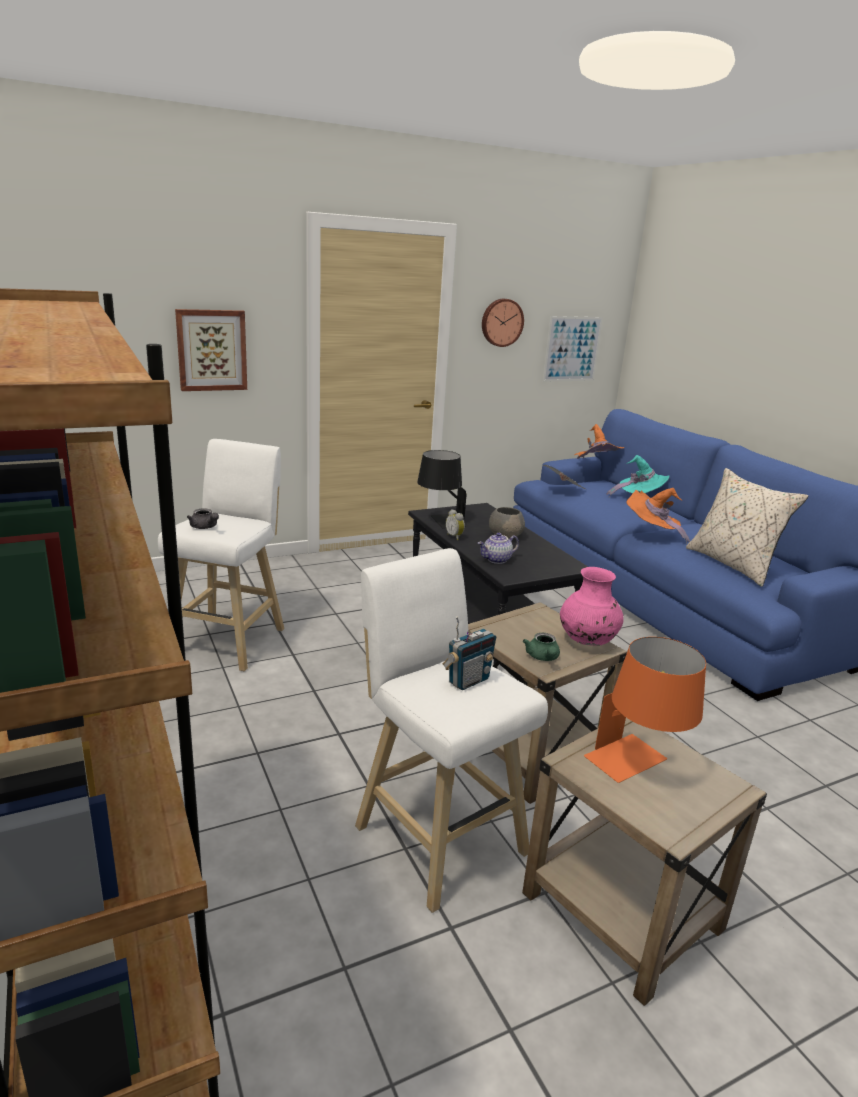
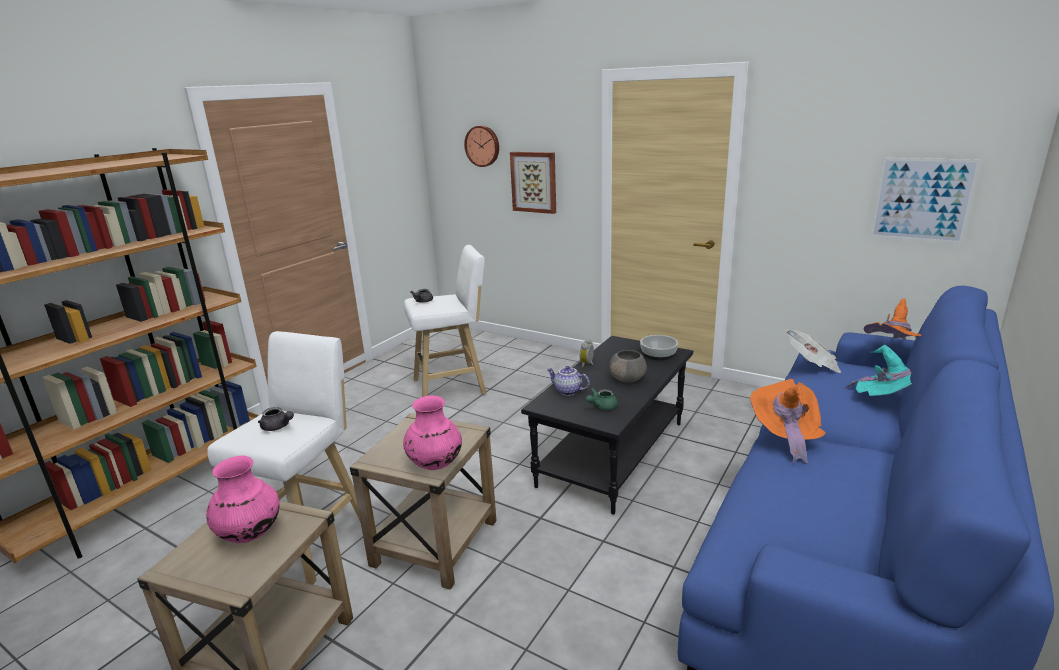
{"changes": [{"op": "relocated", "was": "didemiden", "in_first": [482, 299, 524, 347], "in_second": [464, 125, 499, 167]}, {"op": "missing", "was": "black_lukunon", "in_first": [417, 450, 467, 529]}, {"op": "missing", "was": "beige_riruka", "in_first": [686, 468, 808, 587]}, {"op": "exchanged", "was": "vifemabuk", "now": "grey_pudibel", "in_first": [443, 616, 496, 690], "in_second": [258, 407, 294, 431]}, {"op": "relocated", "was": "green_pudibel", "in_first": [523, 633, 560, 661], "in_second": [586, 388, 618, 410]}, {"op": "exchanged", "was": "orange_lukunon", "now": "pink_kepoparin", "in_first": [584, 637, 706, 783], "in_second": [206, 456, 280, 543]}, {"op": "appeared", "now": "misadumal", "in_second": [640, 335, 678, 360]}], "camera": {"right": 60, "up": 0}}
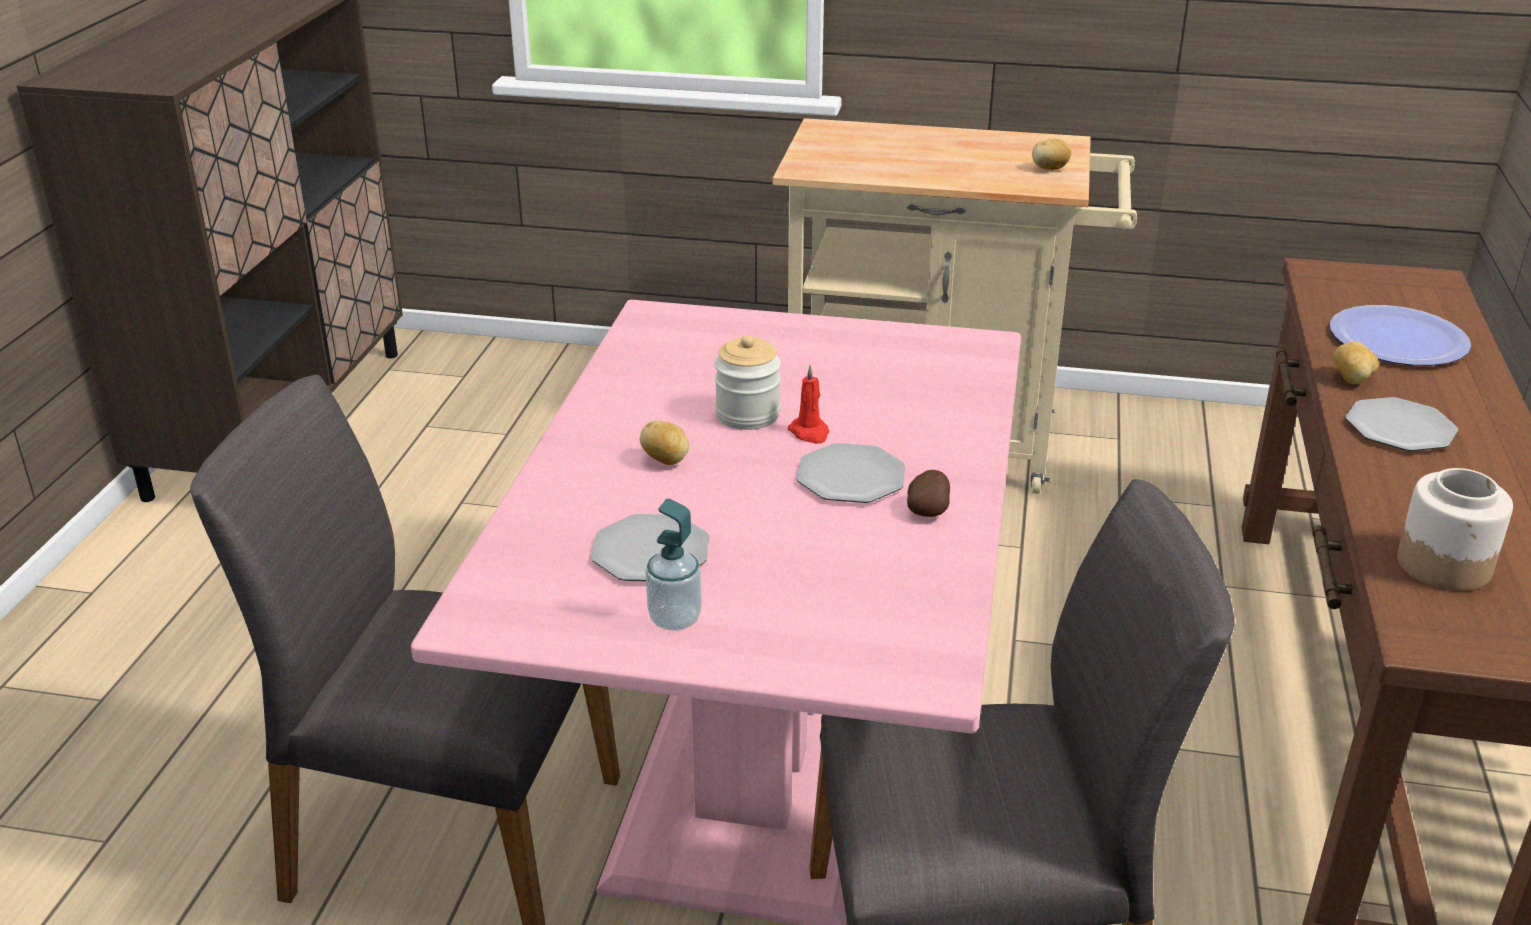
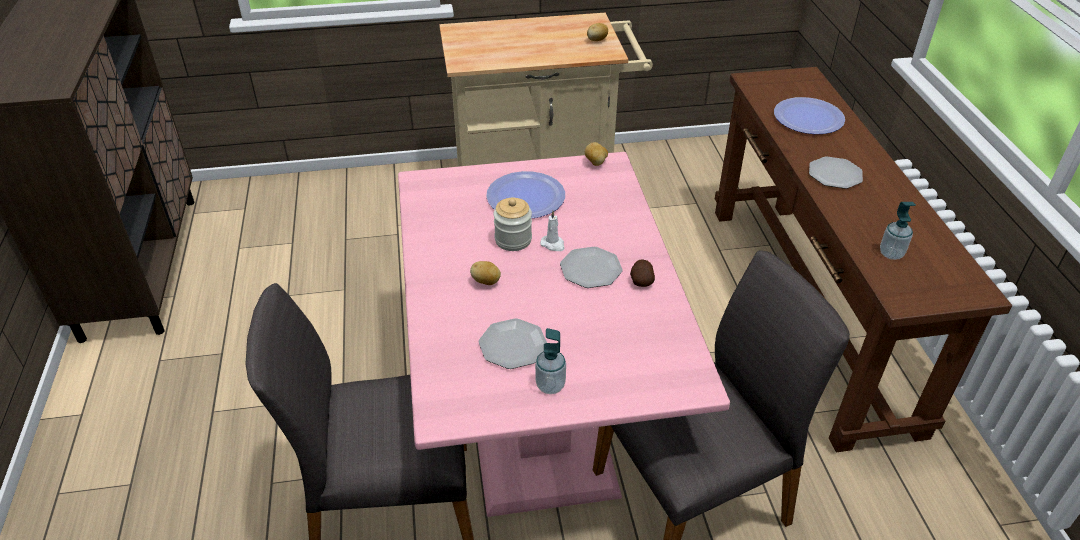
{"changes": [{"op": "relocated", "was": "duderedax", "in_first": [1333, 341, 1379, 384], "in_second": [585, 142, 608, 166]}, {"op": "colour", "was": "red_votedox", "now": "white_votedox", "in_first": [788, 365, 829, 444], "in_second": [540, 211, 564, 251]}, {"op": "exchanged", "was": "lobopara", "now": "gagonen", "in_first": [1397, 468, 1513, 591], "in_second": [880, 202, 916, 260]}, {"op": "appeared", "now": "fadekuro", "in_second": [486, 171, 565, 219]}], "camera": {"right": -20, "up": 10}}
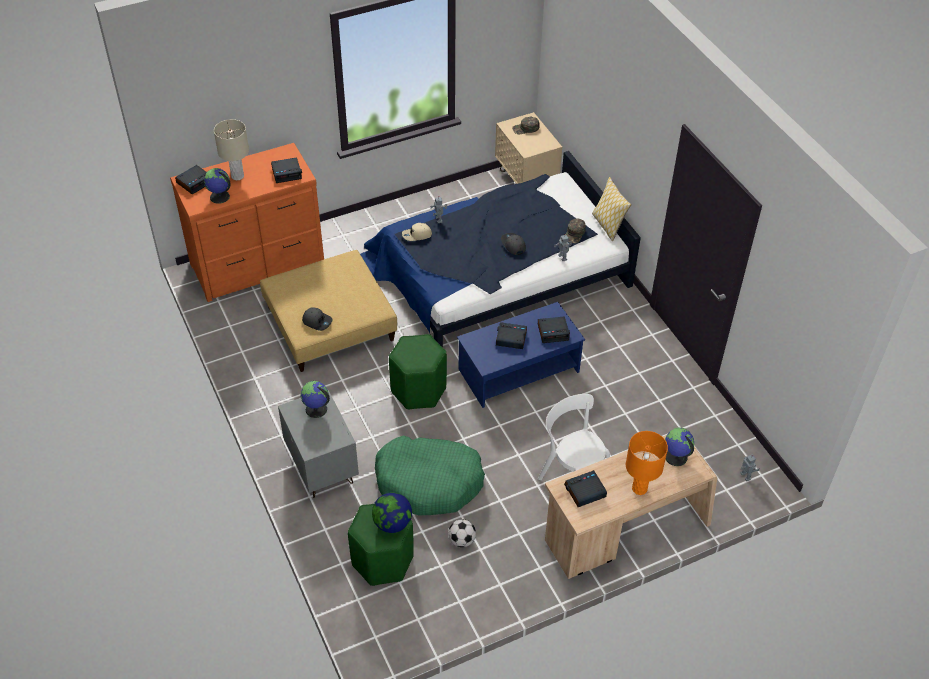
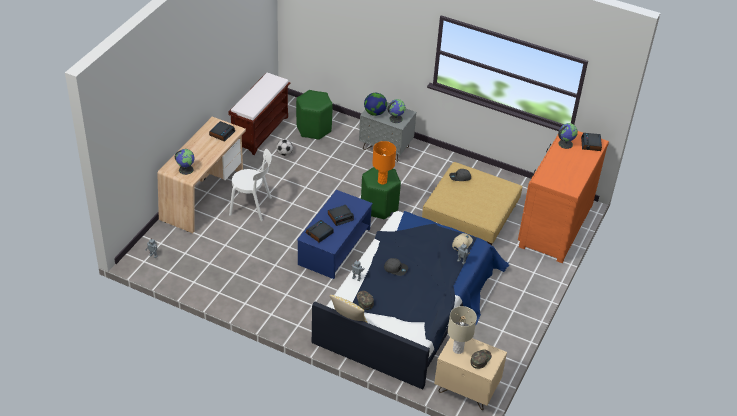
{"changes": [{"op": "relocated", "was": "beige_lukunon", "in_first": [214, 119, 249, 180], "in_second": [448, 306, 477, 354]}, {"op": "missing", "was": "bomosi", "in_first": [271, 157, 302, 183]}, {"op": "relocated", "was": "orange_lukunon", "in_first": [626, 431, 668, 495], "in_second": [372, 141, 396, 185]}, {"op": "missing", "was": "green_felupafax", "in_first": [375, 435, 485, 516]}, {"op": "relocated", "was": "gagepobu", "in_first": [372, 492, 412, 533], "in_second": [364, 93, 387, 116]}, {"op": "appeared", "now": "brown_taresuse", "in_second": [228, 73, 290, 155]}], "camera": {"right": 140, "up": -5}}
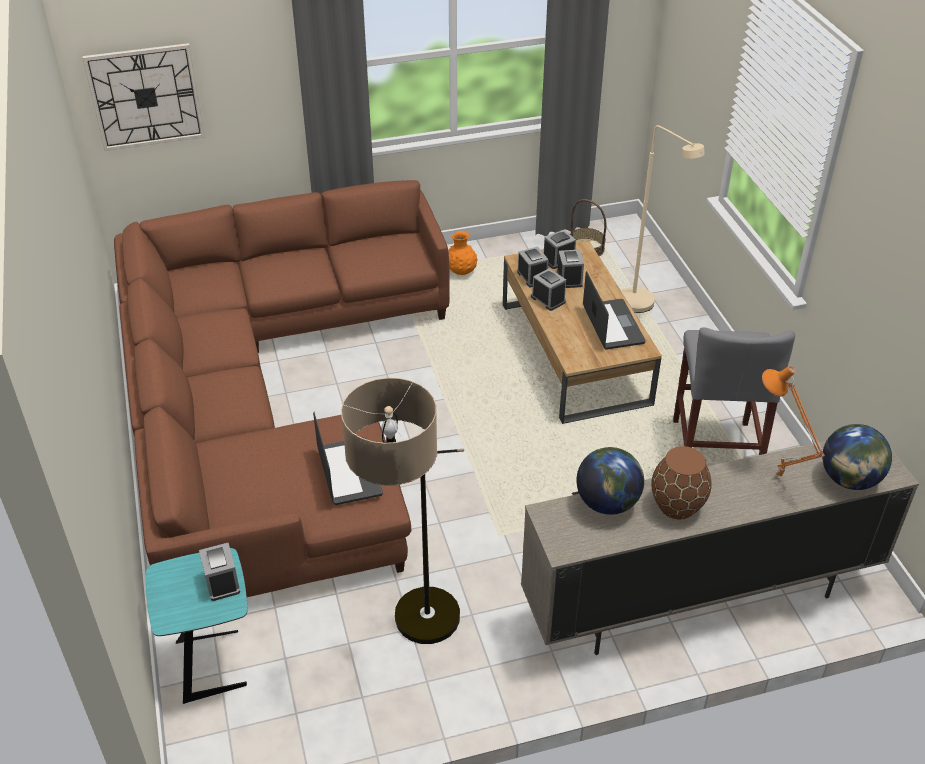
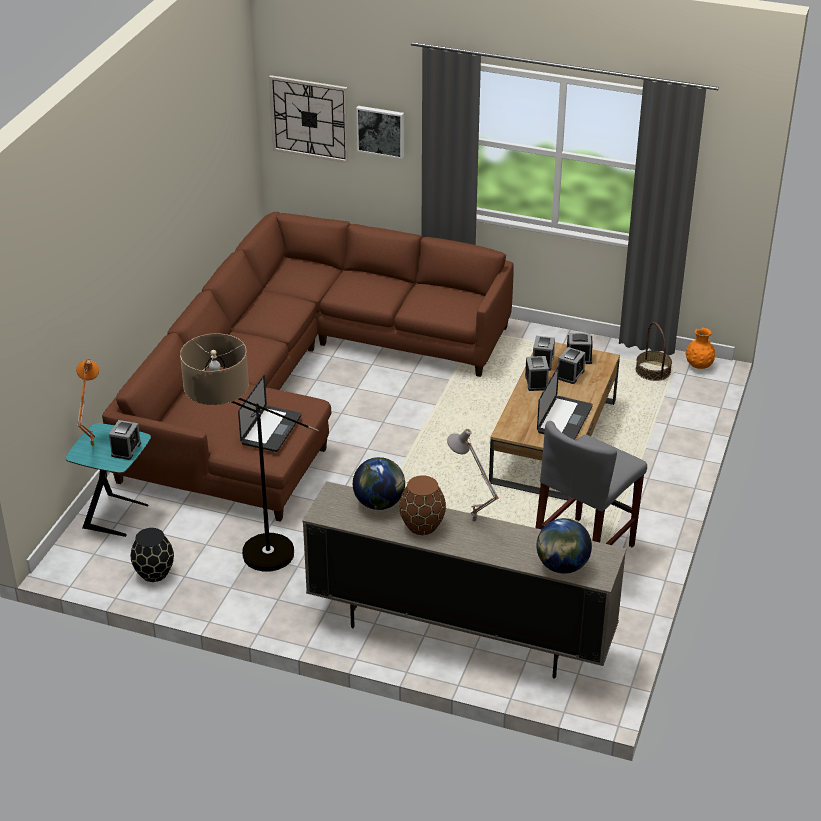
{"changes": [{"op": "missing", "was": "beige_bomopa", "in_first": [622, 125, 705, 313]}, {"op": "relocated", "was": "orange_kepoparin", "in_first": [448, 231, 478, 275], "in_second": [685, 328, 715, 369]}, {"op": "relocated", "was": "orange_lukunon", "in_first": [762, 366, 825, 479], "in_second": [76, 358, 99, 447]}, {"op": "appeared", "now": "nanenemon", "in_second": [356, 106, 404, 159]}, {"op": "appeared", "now": "grey_lukunon", "in_second": [447, 429, 499, 523]}, {"op": "appeared", "now": "black_kepoparin", "in_second": [131, 528, 174, 582]}], "camera": {"right": 35, "up": -5}}
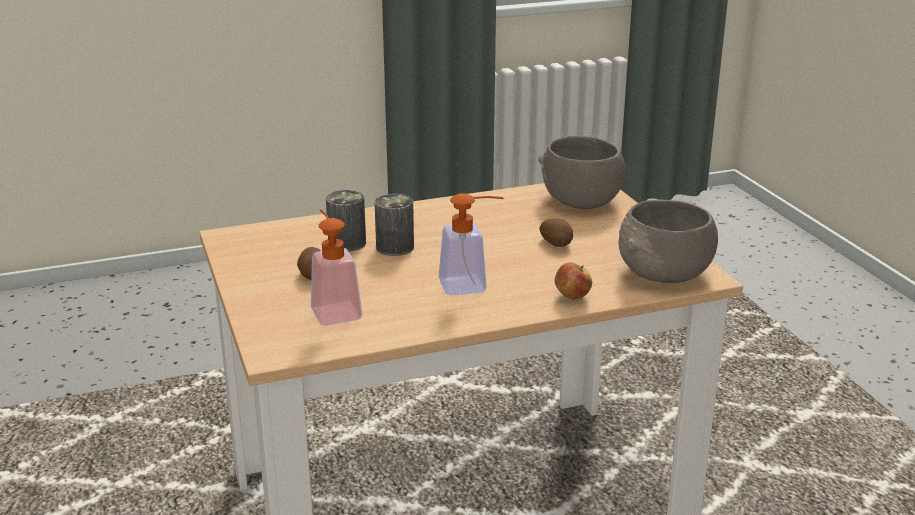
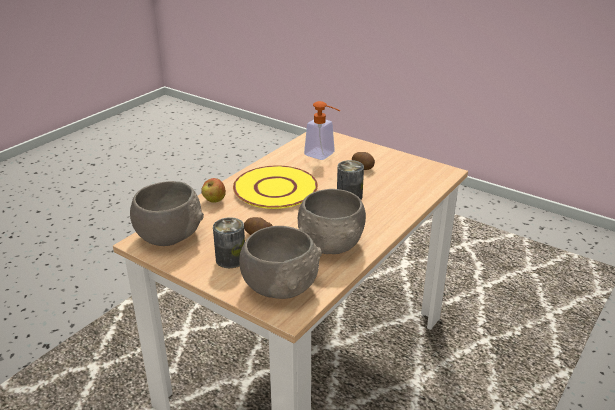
{"changes": [{"op": "relocated", "was": "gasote", "in_first": [326, 190, 366, 252], "in_second": [213, 217, 245, 268]}, {"op": "exchanged", "was": "gagonen", "now": "yellow_fadekuro", "in_first": [439, 193, 504, 295], "in_second": [233, 165, 318, 209]}, {"op": "appeared", "now": "grey_misadumal", "in_second": [298, 189, 366, 254]}], "camera": {"right": 145, "up": 5}}
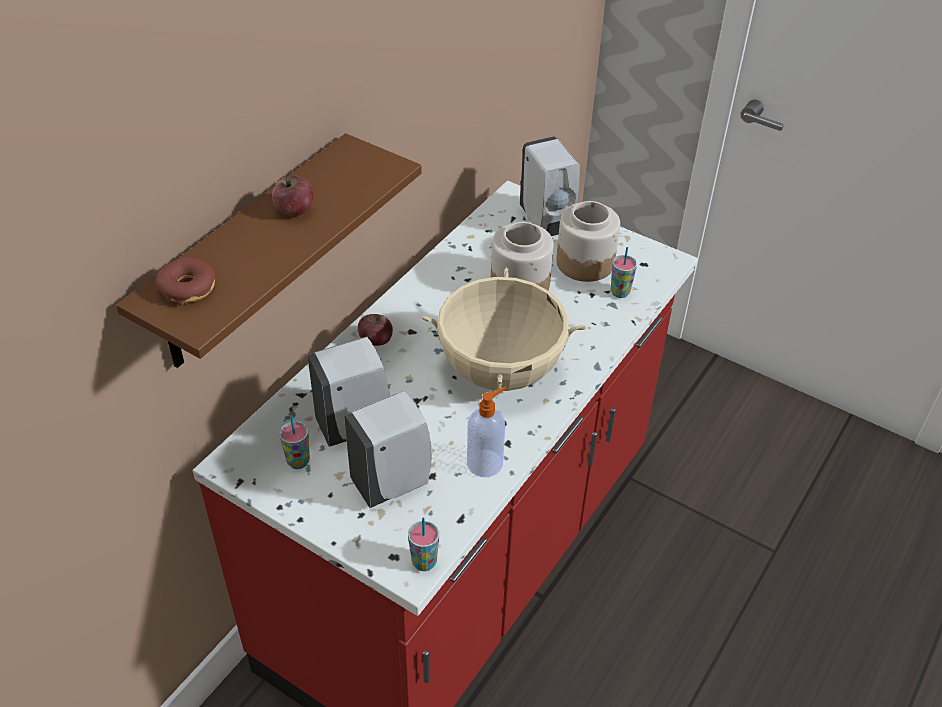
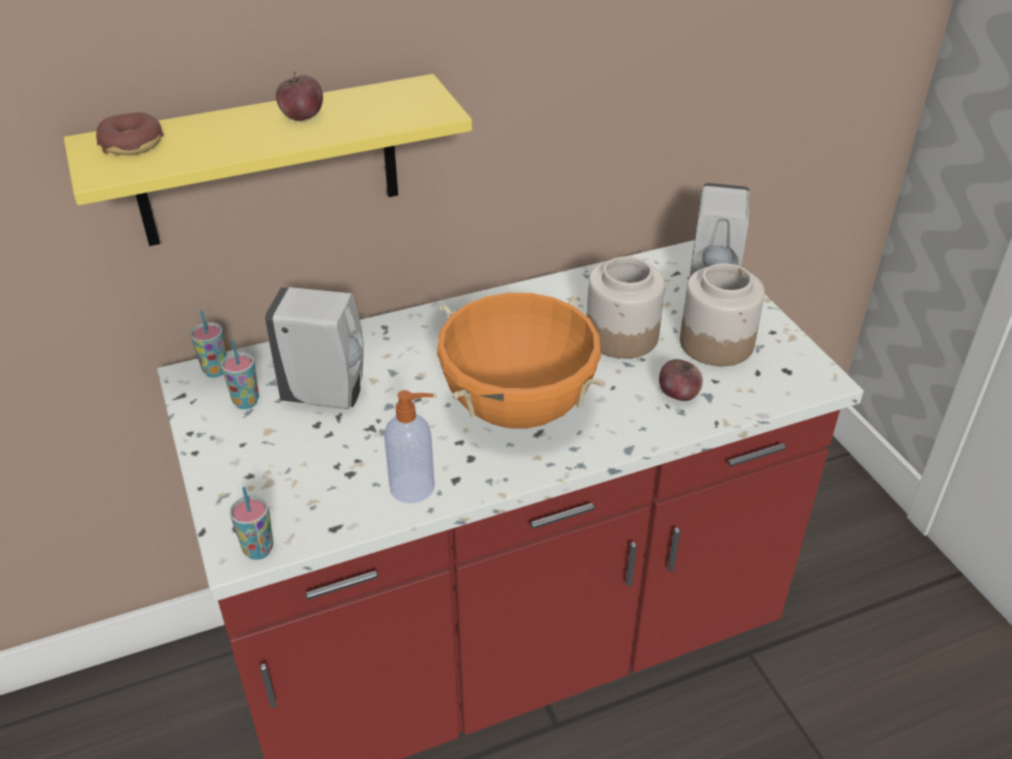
{"changes": [{"op": "colour", "was": "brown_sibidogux", "now": "yellow_sibidogux", "in_first": [116, 133, 422, 368], "in_second": [64, 74, 472, 246]}, {"op": "relocated", "was": "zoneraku", "in_first": [611, 247, 637, 298], "in_second": [190, 310, 226, 378]}, {"op": "colour", "was": "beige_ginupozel", "now": "orange_ginupozel", "in_first": [421, 268, 586, 391], "in_second": [437, 293, 606, 429]}, {"op": "relocated", "was": "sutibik", "in_first": [358, 314, 393, 346], "in_second": [659, 359, 703, 401]}, {"op": "missing", "was": "white_gagonen", "in_first": [344, 390, 431, 508]}], "camera": {"right": 35, "up": -5}}
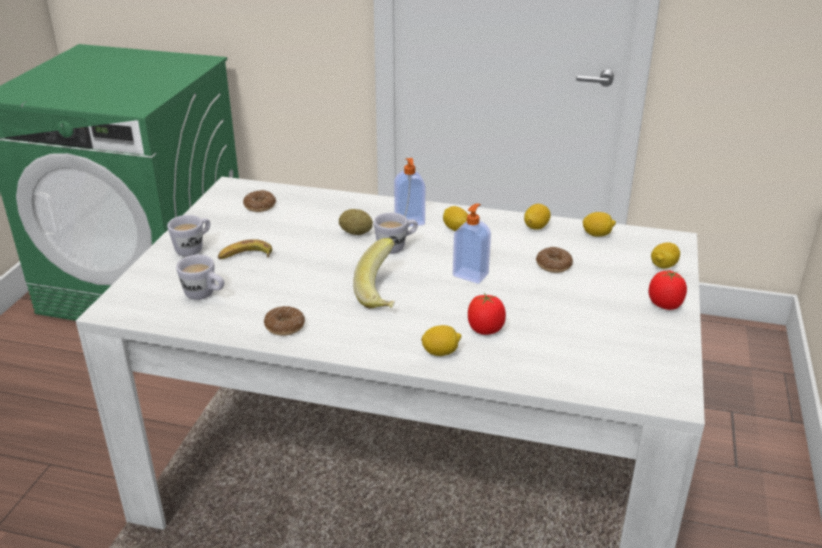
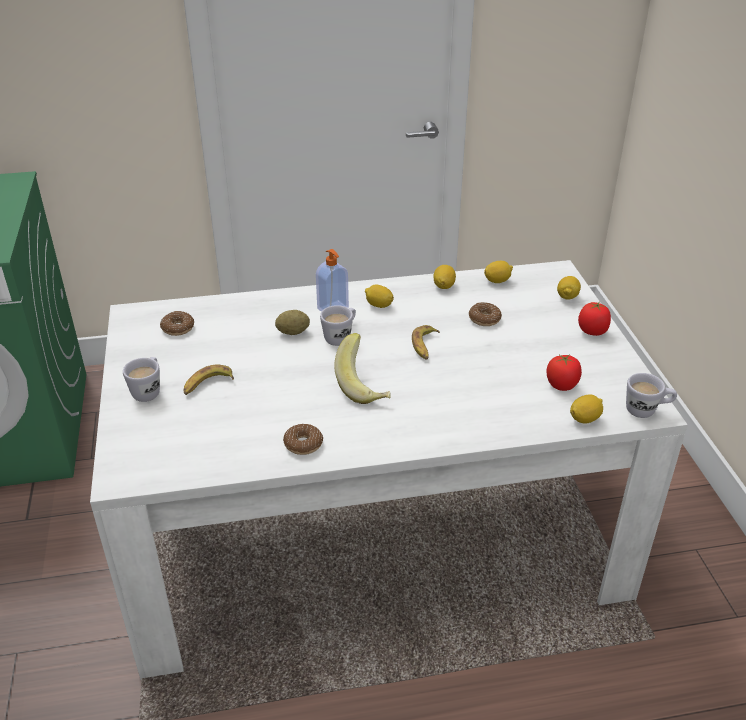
{"changes": [{"op": "exchanged", "was": "gagonen", "now": "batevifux", "in_first": [453, 203, 491, 284], "in_second": [412, 325, 440, 360]}, {"op": "relocated", "was": "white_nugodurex", "in_first": [176, 255, 224, 300], "in_second": [626, 373, 677, 418]}, {"op": "relocated", "was": "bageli", "in_first": [468, 293, 506, 335], "in_second": [546, 354, 582, 391]}, {"op": "relocated", "was": "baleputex", "in_first": [421, 325, 461, 356], "in_second": [570, 394, 603, 424]}], "camera": {"right": -25, "up": 5}}
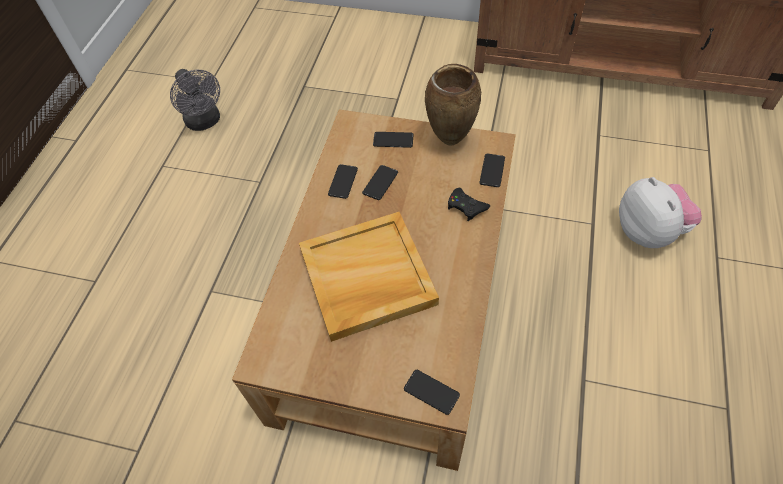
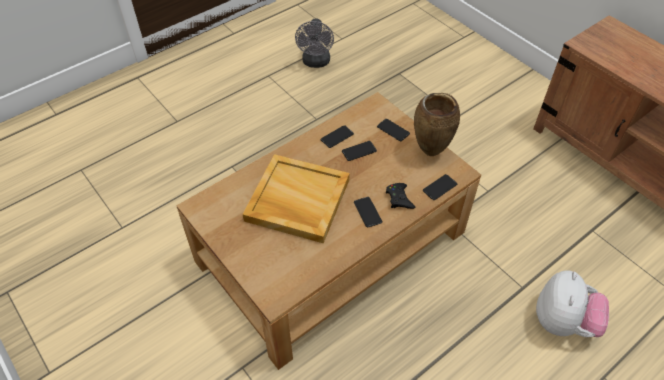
{"changes": [{"op": "relocated", "was": "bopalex", "in_first": [404, 370, 460, 415], "in_second": [354, 197, 382, 227]}], "camera": {"right": 35, "up": -5}}
